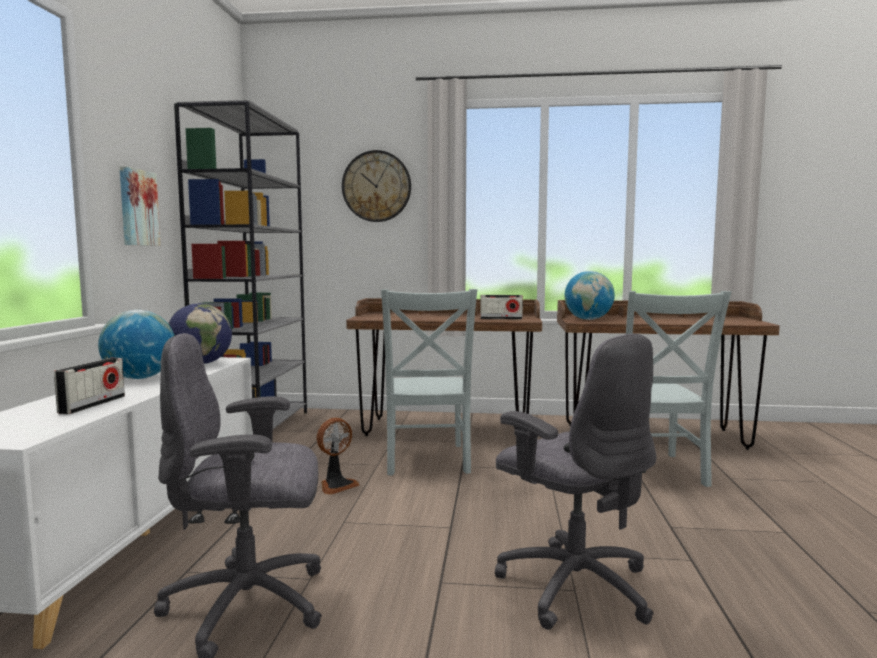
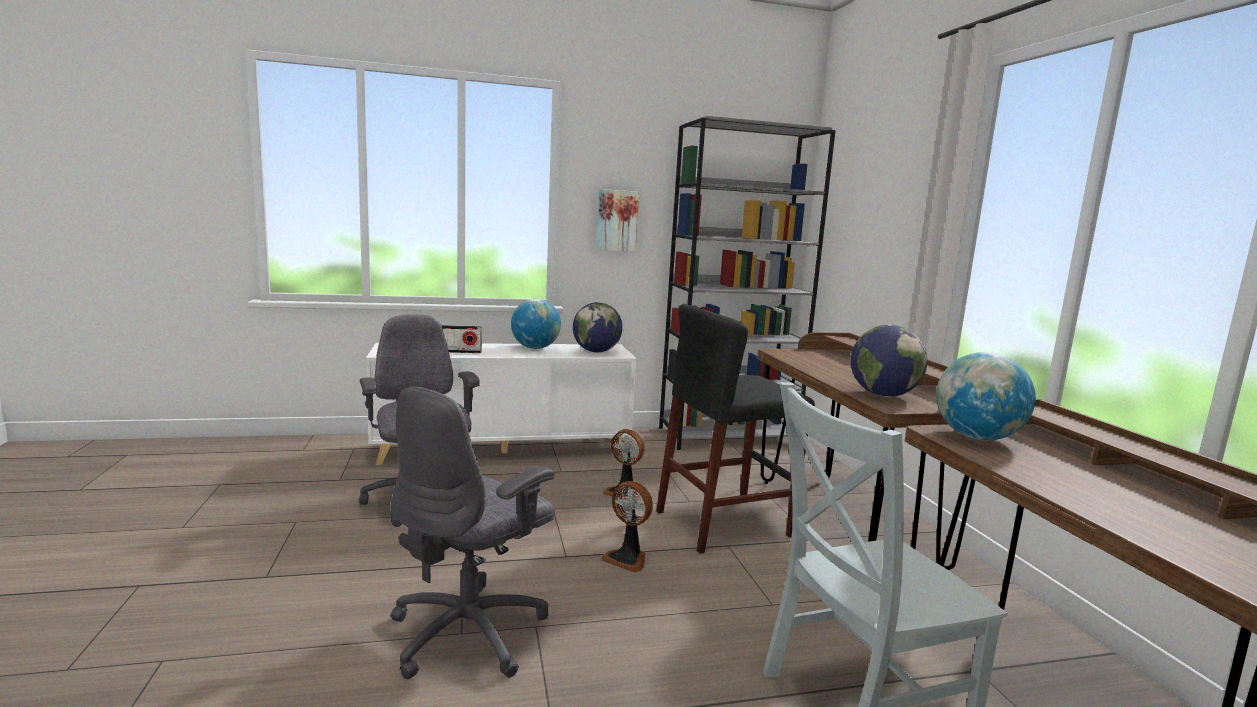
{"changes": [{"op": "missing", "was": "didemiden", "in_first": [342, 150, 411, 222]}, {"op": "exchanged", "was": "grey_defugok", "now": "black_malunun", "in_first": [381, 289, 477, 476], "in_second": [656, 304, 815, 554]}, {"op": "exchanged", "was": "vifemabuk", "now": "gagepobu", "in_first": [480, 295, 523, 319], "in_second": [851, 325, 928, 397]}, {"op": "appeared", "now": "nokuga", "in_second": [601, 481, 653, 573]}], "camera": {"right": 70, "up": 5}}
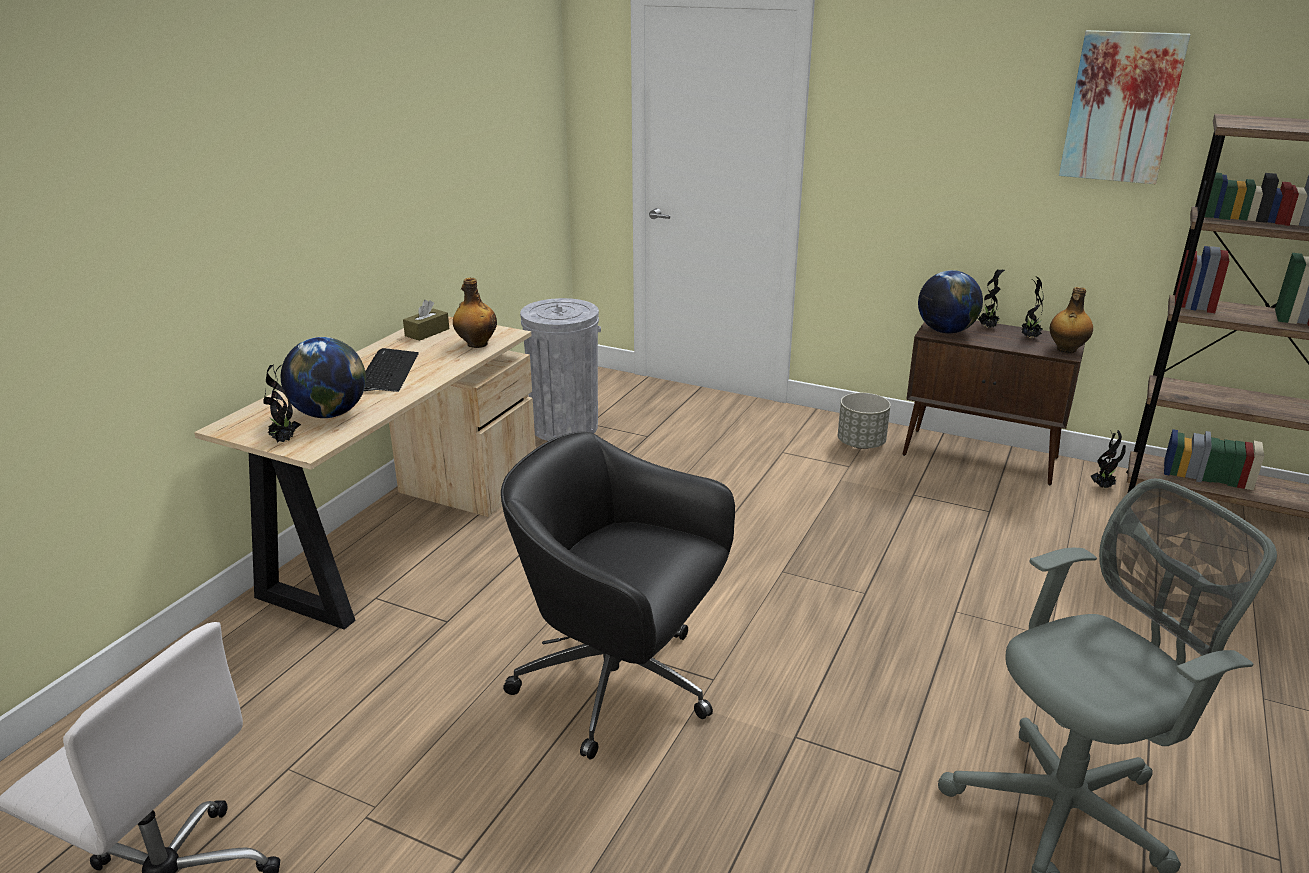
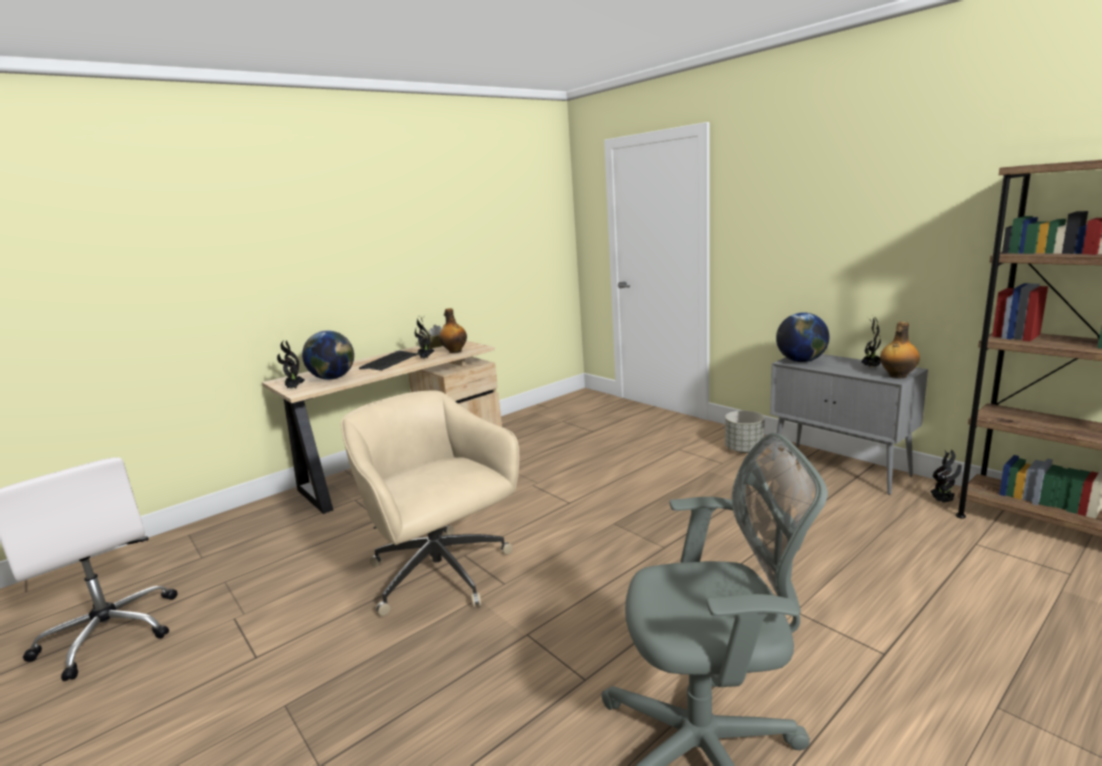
{"changes": [{"op": "missing", "was": "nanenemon", "in_first": [1059, 30, 1190, 184]}, {"op": "relocated", "was": "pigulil", "in_first": [978, 269, 1005, 328], "in_second": [415, 315, 434, 359]}, {"op": "missing", "was": "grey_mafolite", "in_first": [520, 298, 601, 441]}, {"op": "colour", "was": "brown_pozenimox", "now": "grey_pozenimox", "in_first": [903, 320, 1085, 485], "in_second": [770, 354, 928, 495]}, {"op": "colour", "was": "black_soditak", "now": "beige_soditak", "in_first": [501, 432, 735, 760], "in_second": [341, 390, 519, 616]}], "camera": {"right": 25, "up": -10}}
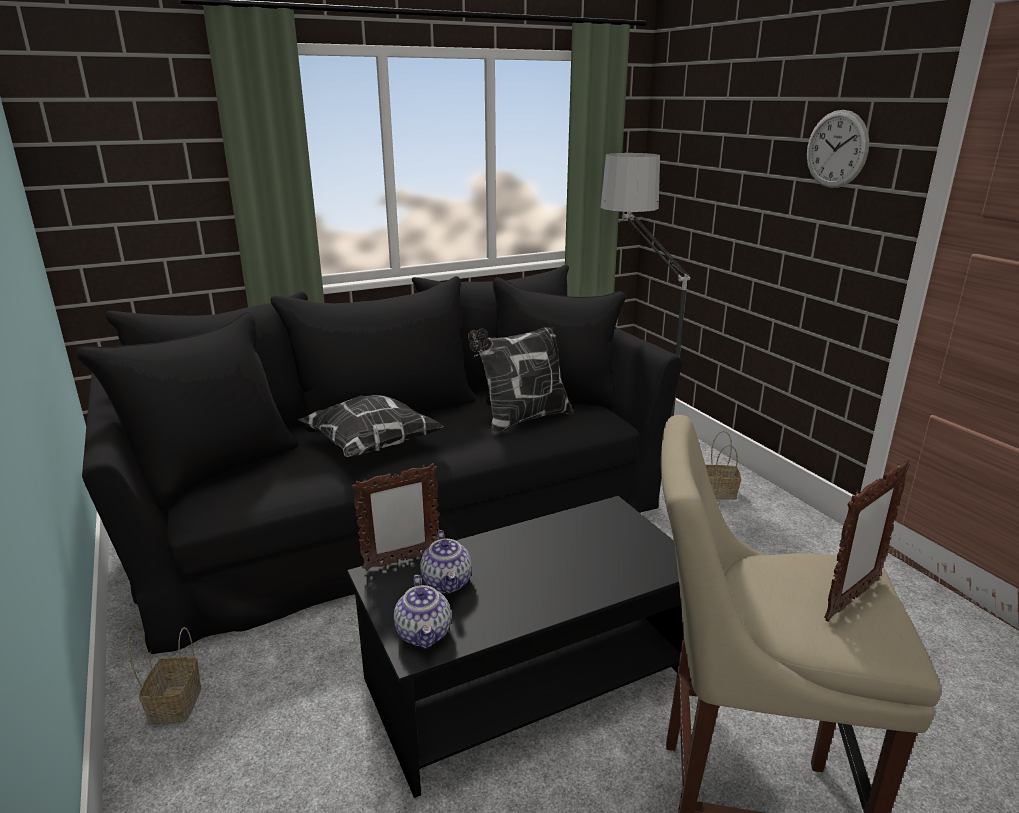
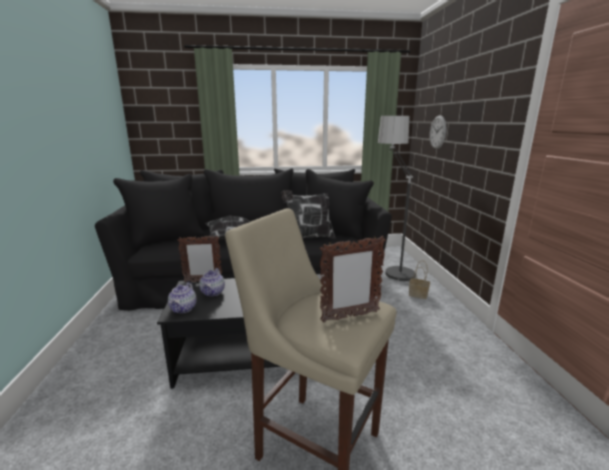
{"changes": [{"op": "relocated", "was": "didemiden", "in_first": [807, 110, 869, 188], "in_second": [430, 115, 446, 149]}, {"op": "missing", "was": "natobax", "in_first": [128, 627, 201, 724]}], "camera": {"right": 20, "up": -5}}
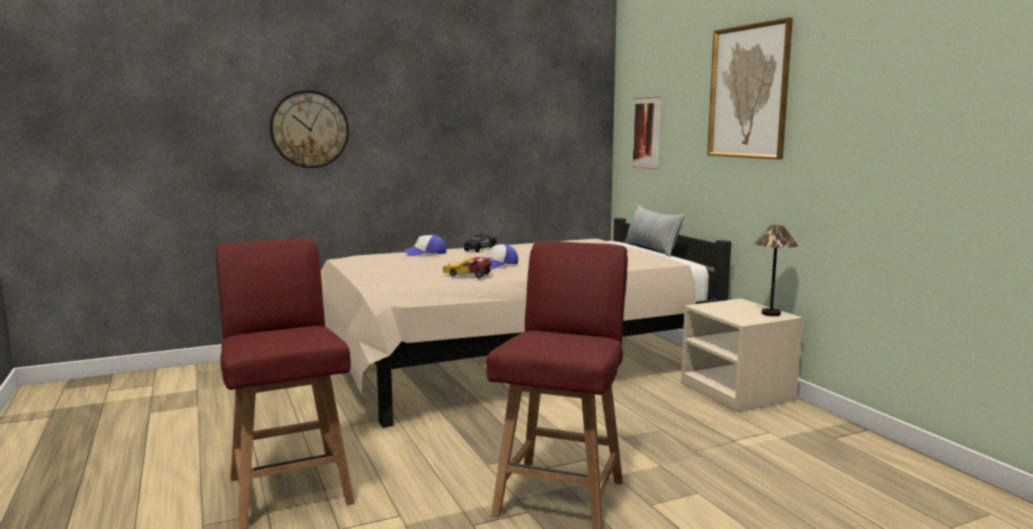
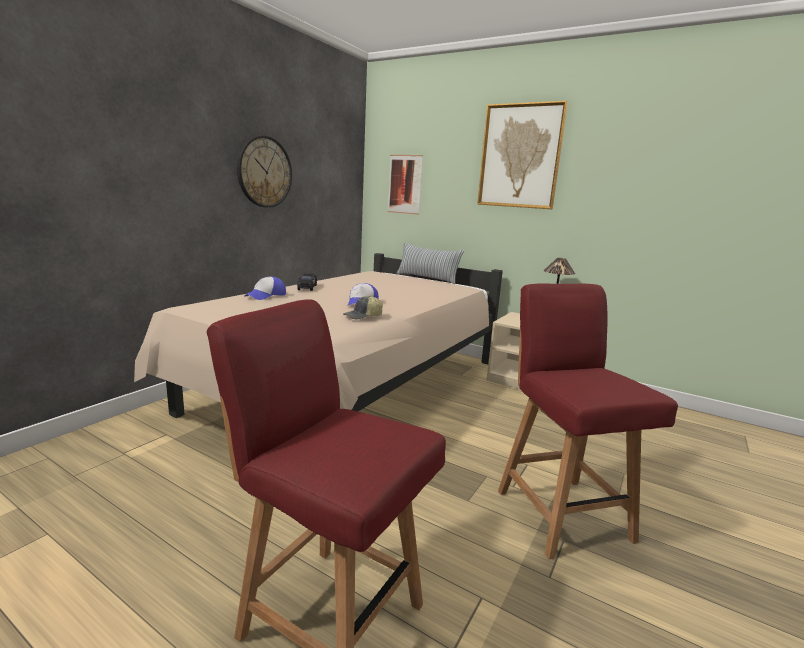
{"changes": [{"op": "relocated", "was": "didemiden", "in_first": [270, 90, 349, 168], "in_second": [237, 136, 292, 208]}, {"op": "exchanged", "was": "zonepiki", "now": "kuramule", "in_first": [442, 257, 493, 279], "in_second": [343, 296, 383, 320]}], "camera": {"right": -35, "up": 5}}
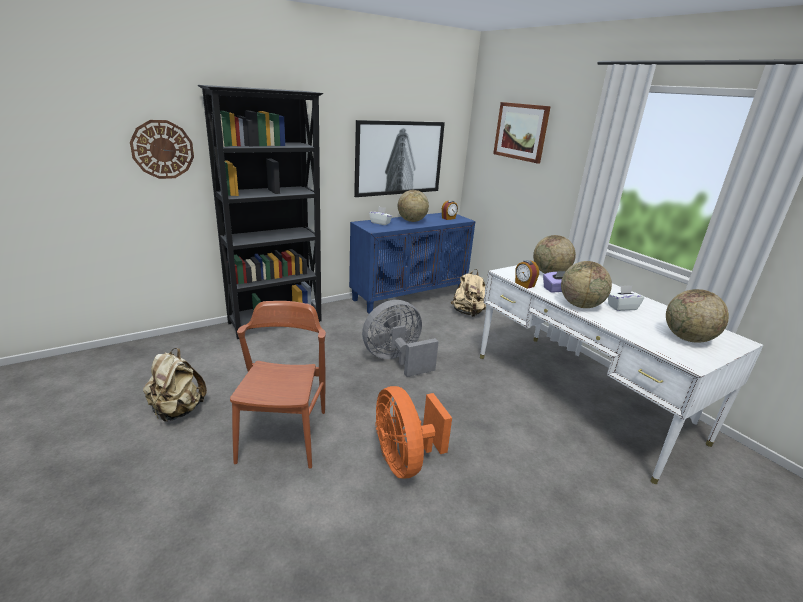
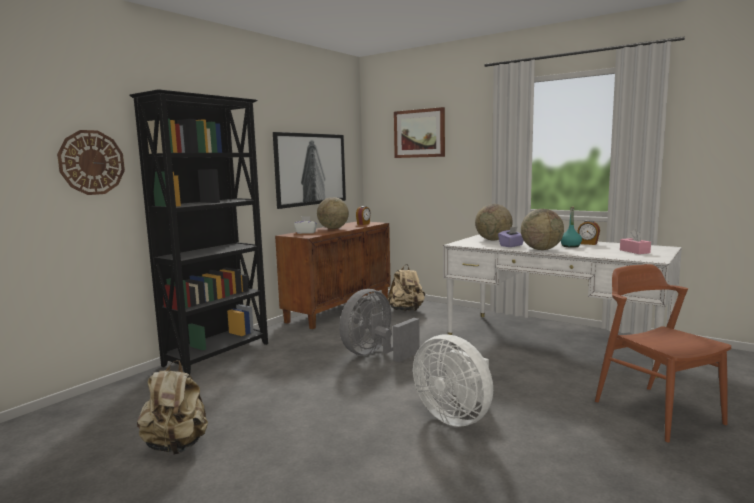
{"changes": [{"op": "colour", "was": "blue_pozenimox", "now": "brown_pozenimox", "in_first": [349, 213, 476, 314], "in_second": [275, 221, 391, 329]}, {"op": "relocated", "was": "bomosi", "in_first": [515, 260, 539, 289], "in_second": [578, 220, 600, 245]}, {"op": "exchanged", "was": "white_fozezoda", "now": "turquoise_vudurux", "in_first": [608, 286, 644, 311], "in_second": [561, 206, 582, 248]}, {"op": "exchanged", "was": "gagepobu", "now": "pink_fozezoda", "in_first": [666, 289, 729, 343], "in_second": [620, 229, 651, 254]}, {"op": "relocated", "was": "brown_defugok", "in_first": [230, 301, 326, 468], "in_second": [595, 264, 731, 442]}, {"op": "colour", "was": "orange_nokuga", "now": "white_nokuga", "in_first": [375, 386, 452, 478], "in_second": [413, 334, 493, 427]}], "camera": {"right": -20, "up": -15}}
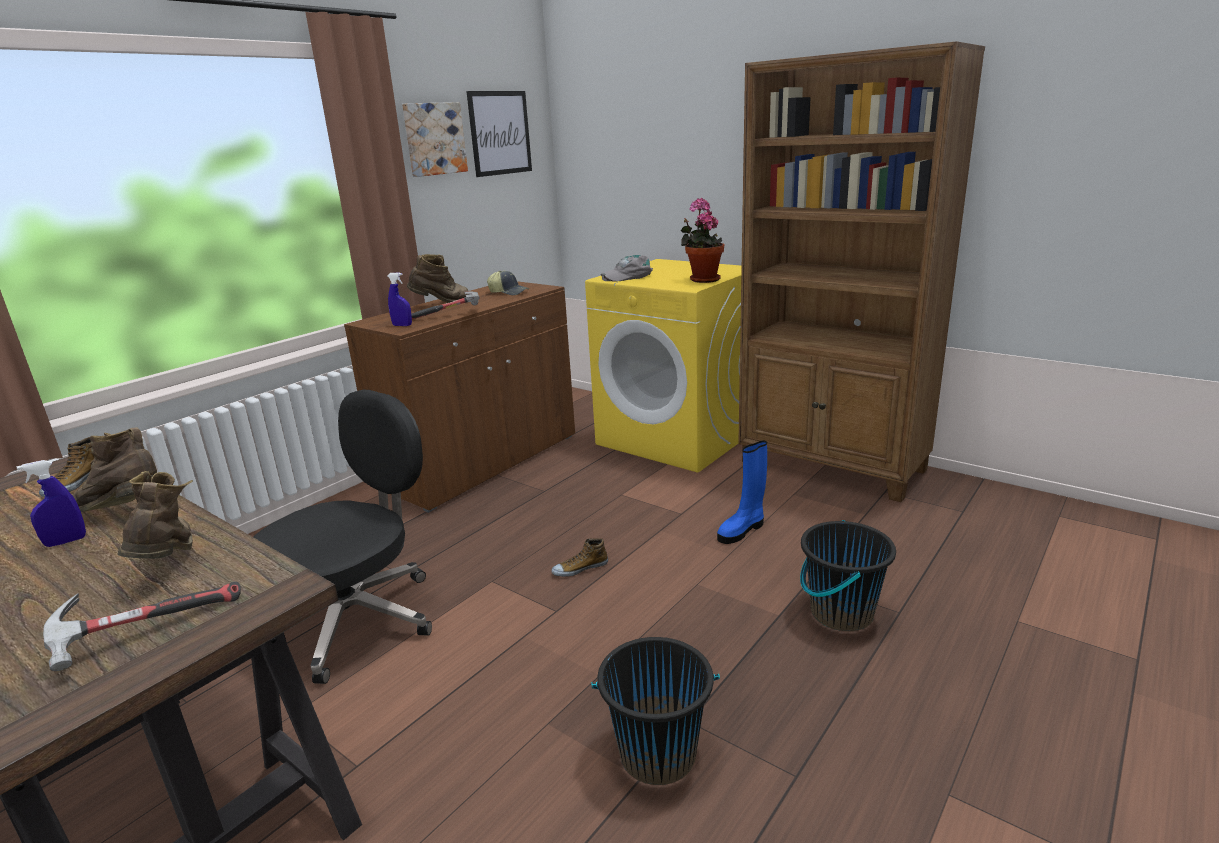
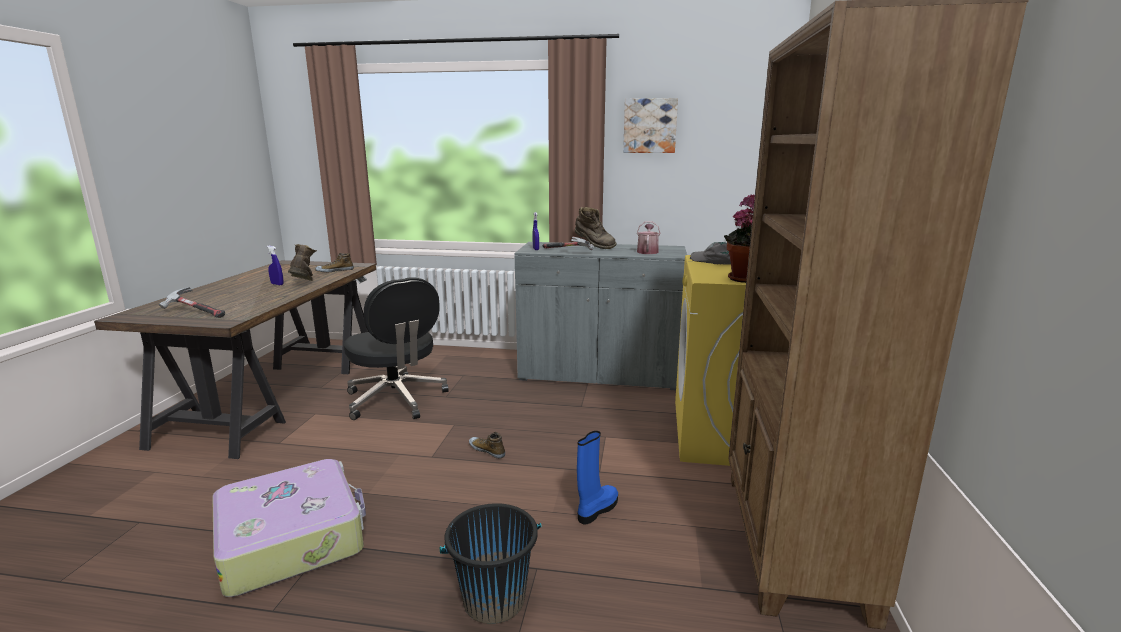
{"changes": [{"op": "missing", "was": "nanenemon", "in_first": [466, 91, 532, 177]}, {"op": "exchanged", "was": "kuramule", "now": "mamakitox", "in_first": [487, 270, 529, 295], "in_second": [637, 221, 660, 254]}, {"op": "colour", "was": "brown_pozenimox", "now": "grey_pozenimox", "in_first": [344, 281, 575, 513], "in_second": [514, 242, 687, 390]}, {"op": "spun", "was": "black_soditak", "in_first": [253, 390, 432, 684], "in_second": [344, 277, 449, 420], "clockwise": 45}, {"op": "spun", "was": "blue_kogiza", "in_first": [717, 440, 767, 544], "in_second": [577, 431, 618, 524], "clockwise": 105}, {"op": "missing", "was": "brown_kogiza", "in_first": [118, 471, 193, 559]}, {"op": "exchanged", "was": "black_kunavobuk", "now": "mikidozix", "in_first": [591, 637, 720, 785], "in_second": [212, 459, 366, 597]}], "camera": {"right": 60, "up": -5}}
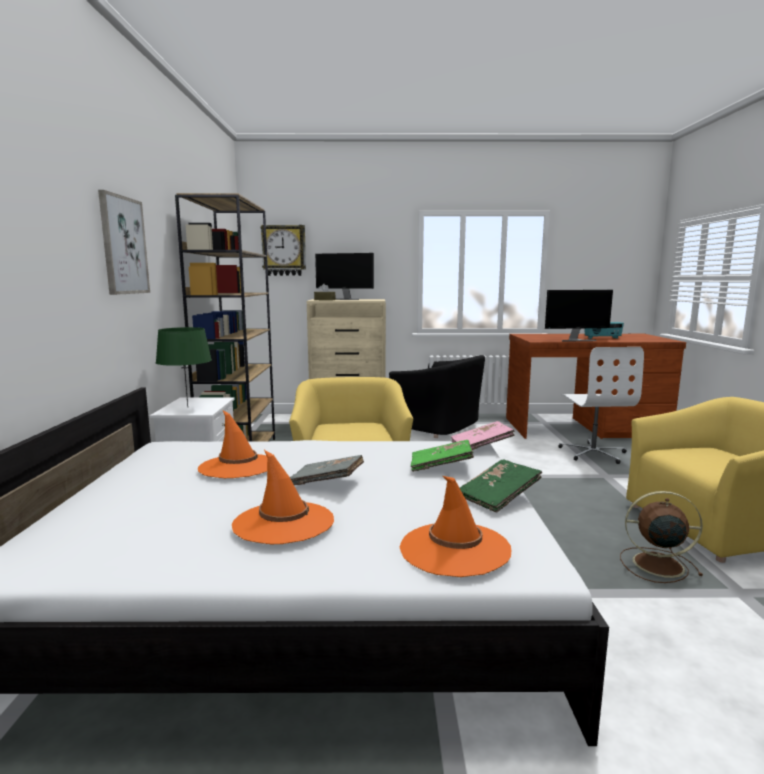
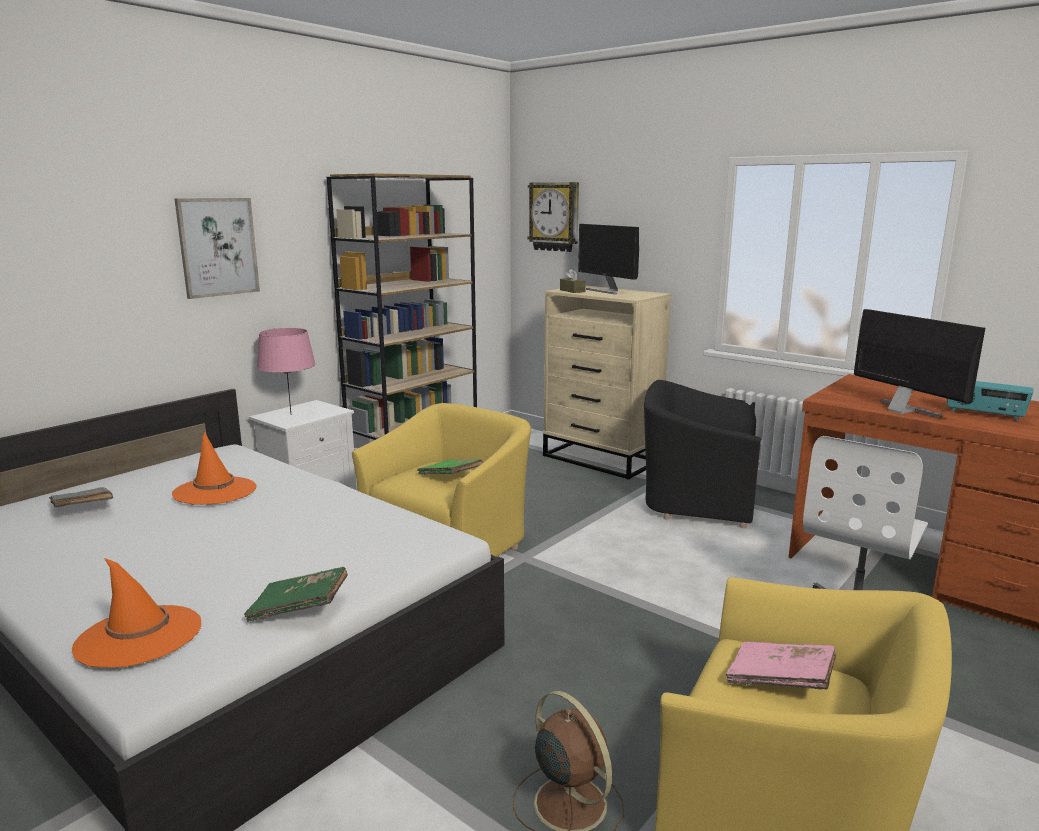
{"changes": [{"op": "spun", "was": "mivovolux", "in_first": [545, 290, 613, 342], "in_second": [854, 309, 985, 418], "clockwise": -150}, {"op": "colour", "was": "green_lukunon", "now": "pink_lukunon", "in_first": [156, 327, 212, 408], "in_second": [257, 328, 316, 413]}, {"op": "spun", "was": "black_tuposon", "in_first": [389, 355, 485, 438], "in_second": [644, 380, 761, 528], "clockwise": 120}, {"op": "relocated", "was": "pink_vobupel", "in_first": [451, 421, 515, 450], "in_second": [726, 642, 836, 690]}, {"op": "relocated", "was": "green_vobupel", "in_first": [411, 440, 474, 472], "in_second": [417, 459, 483, 475]}, {"op": "missing", "was": "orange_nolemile", "in_first": [232, 450, 334, 544]}, {"op": "relocated", "was": "grey_vobupel", "in_first": [290, 455, 364, 485], "in_second": [49, 487, 113, 508]}], "camera": {"right": 40, "up": 5}}
